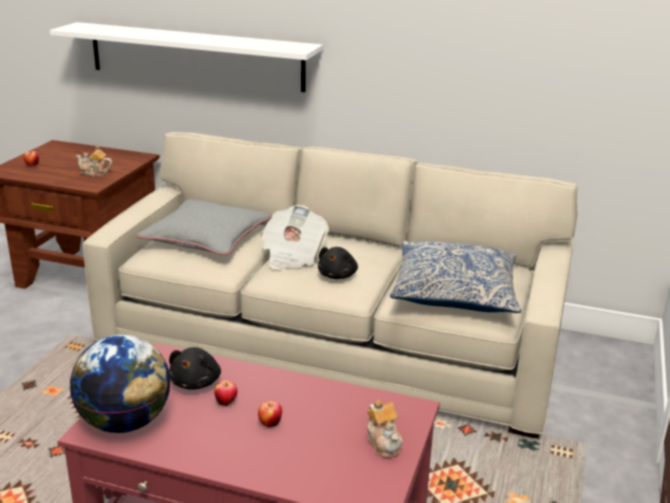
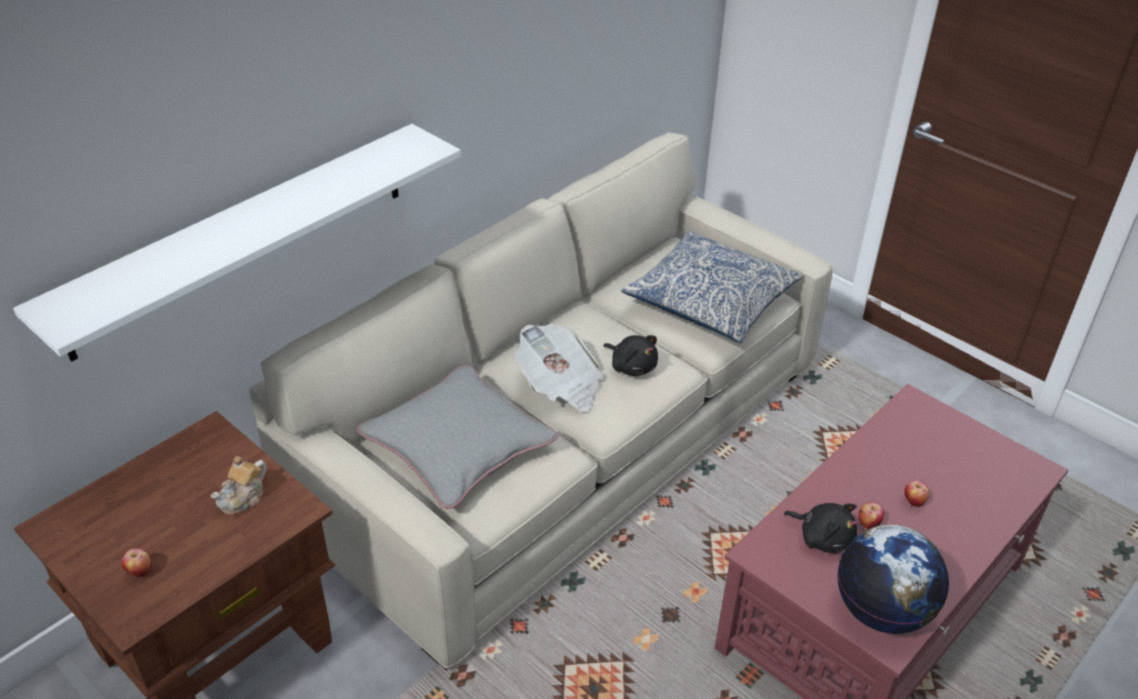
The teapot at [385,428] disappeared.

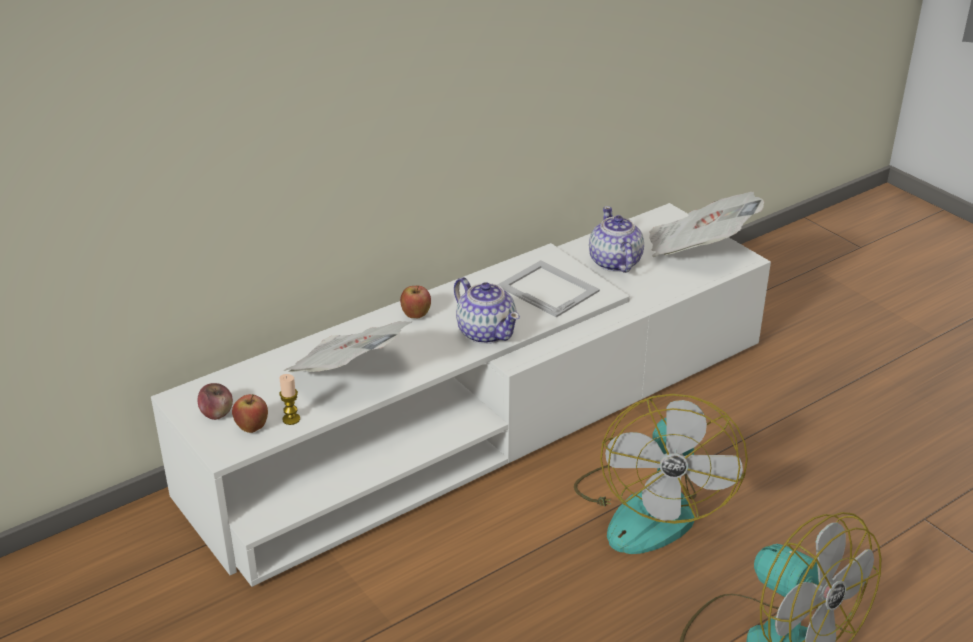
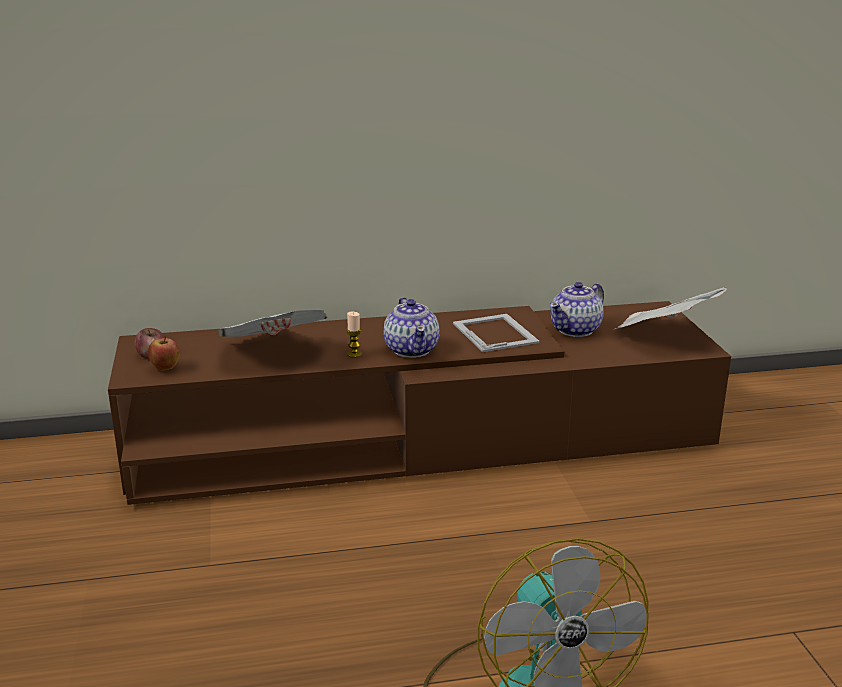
The whitish tv stand at [461,395] became the brownish tv stand at [419,403].
The teapot at [616,239] turned 150 degrees counterclockwise.
The apple fruit at [415,302] disappeared.
The candle moved from [289,399] to [354,335].
The electric fan at [661,474] disappeared.

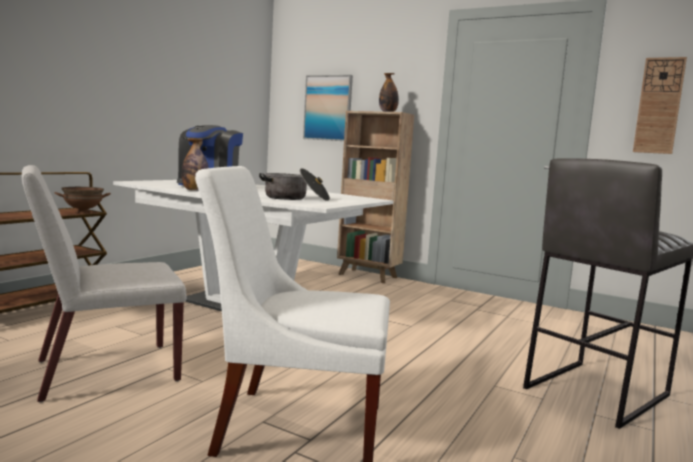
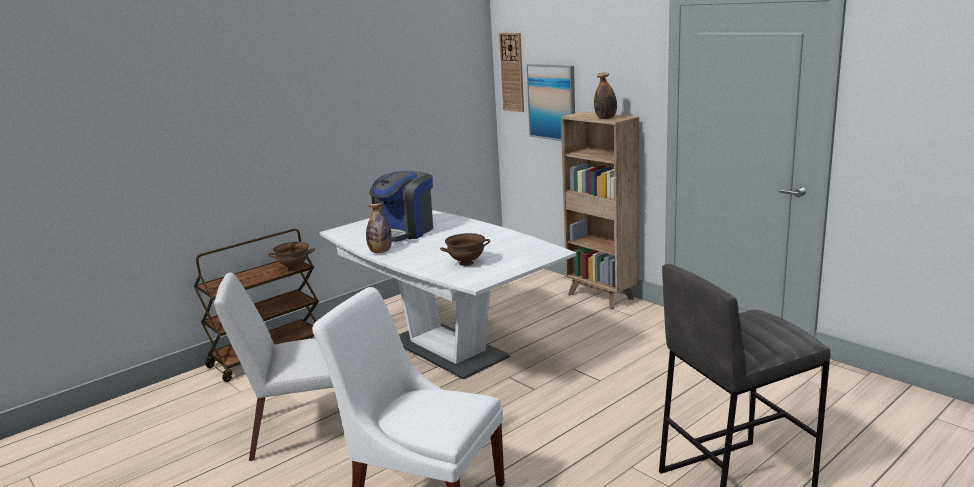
The clock on the wall moved from [660,105] to [511,72].
The stockpot at [294,184] was replaced by the brownish deep dish at [465,249].

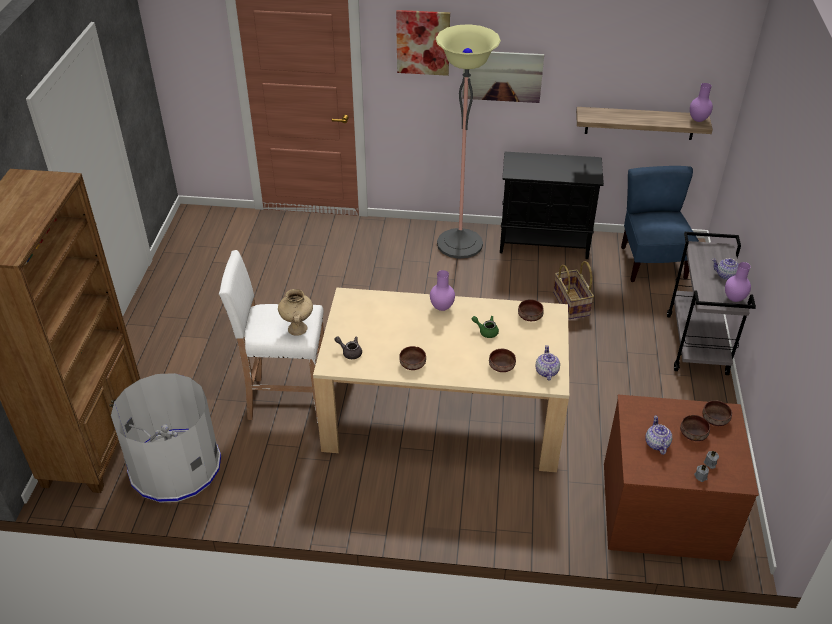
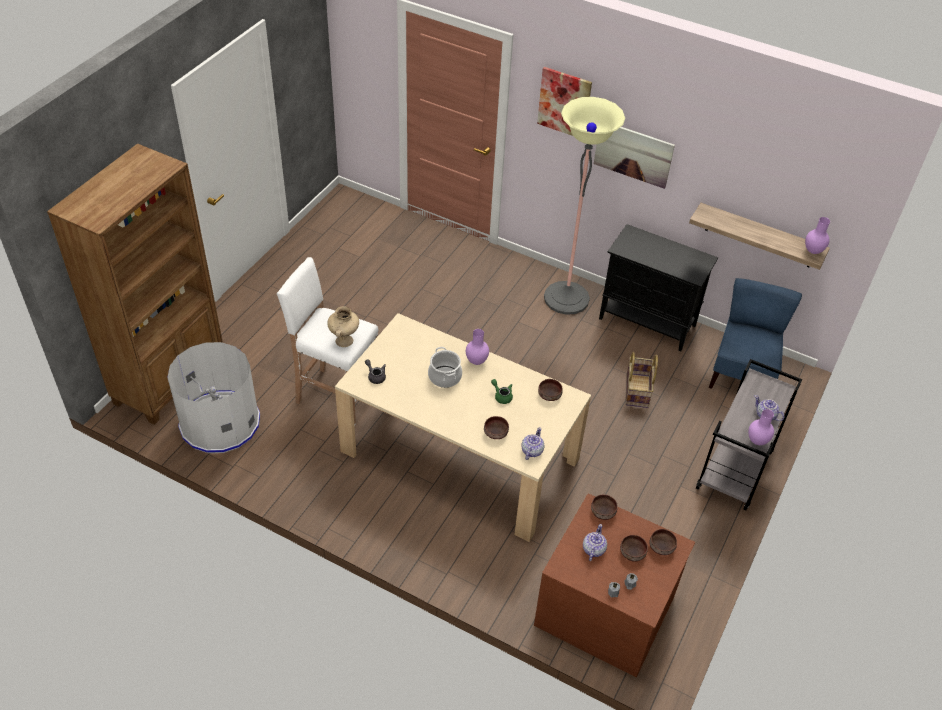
The brownish deep dish moved from [412,358] to [604,507].
The stockpot at [445,367] appeared.

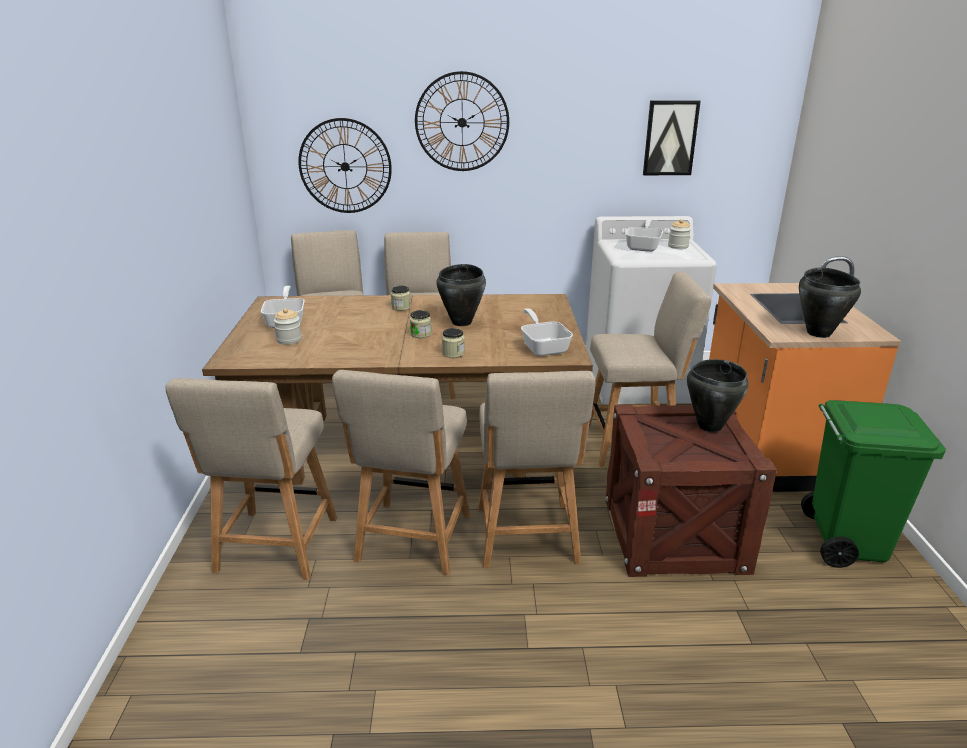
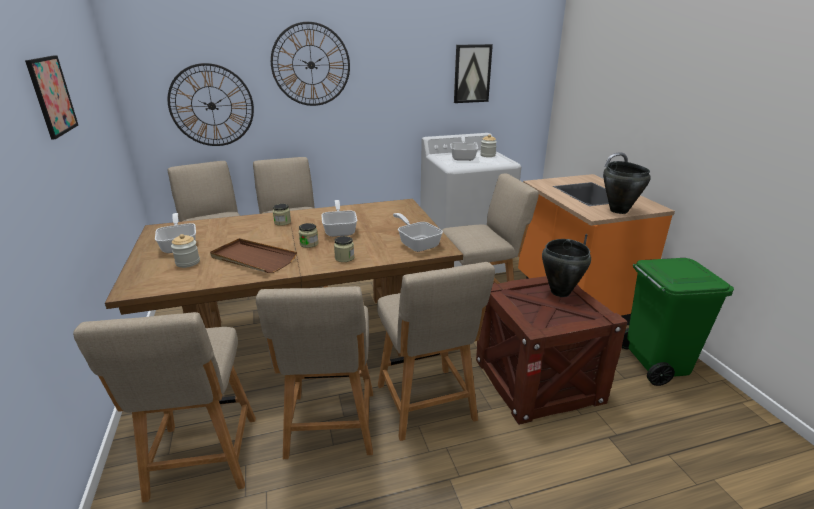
The blackish stockpot at [461,295] was replaced by the skillet at [339,218].
The wall art at [51,97] appeared.
The brownish carrying tray at [253,255] appeared.

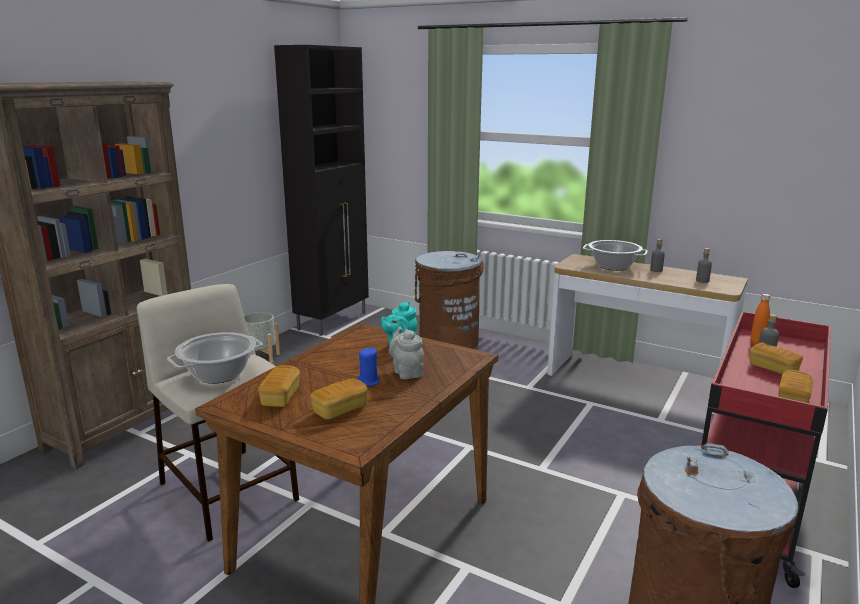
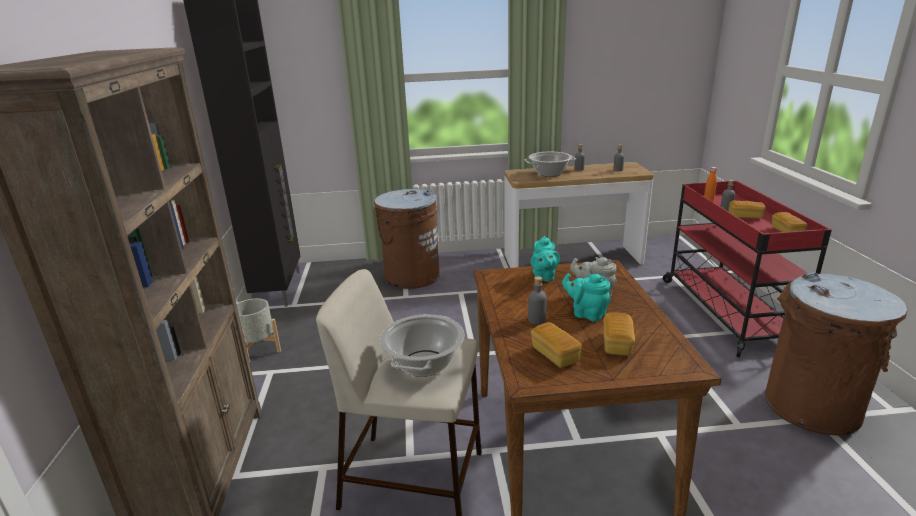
The blue candle at [368,366] was replaced by the turquoise-coloured teapot at [586,298].
The grey drink bottle at [537,300] appeared.

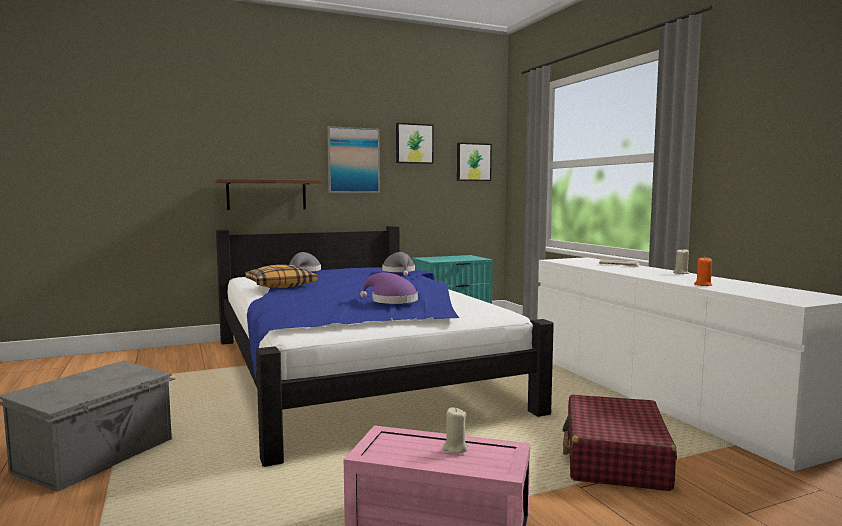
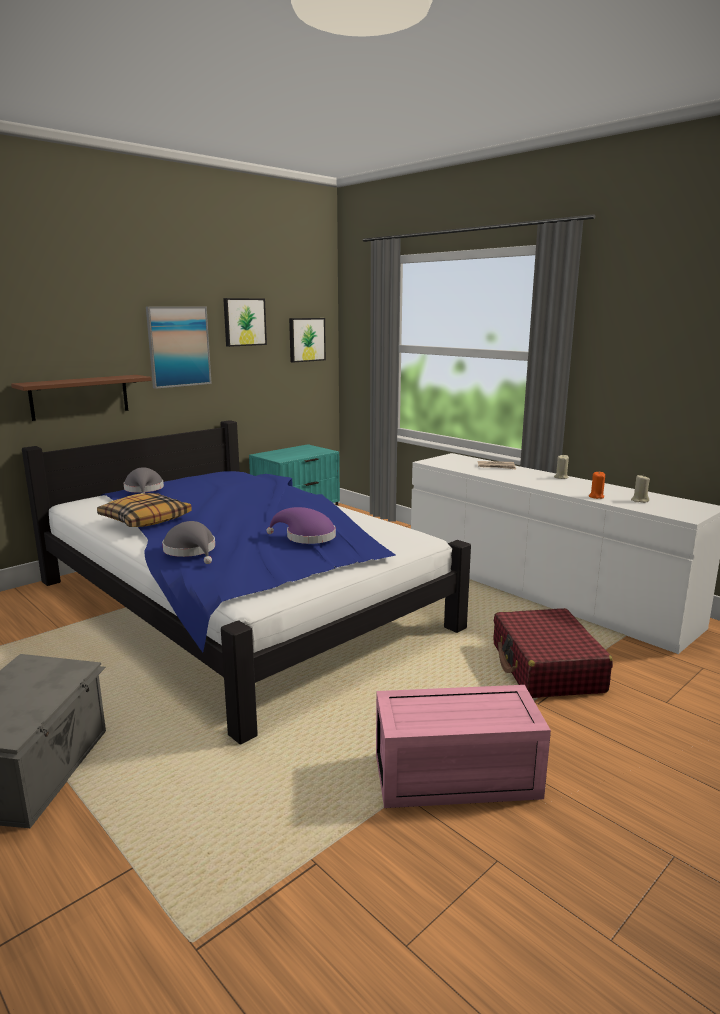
The grey wearable hat moved from [398,264] to [188,542].
The beige candle moved from [455,430] to [640,489].

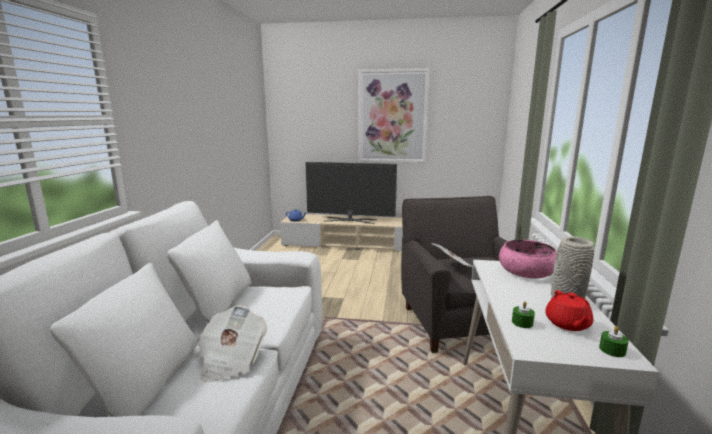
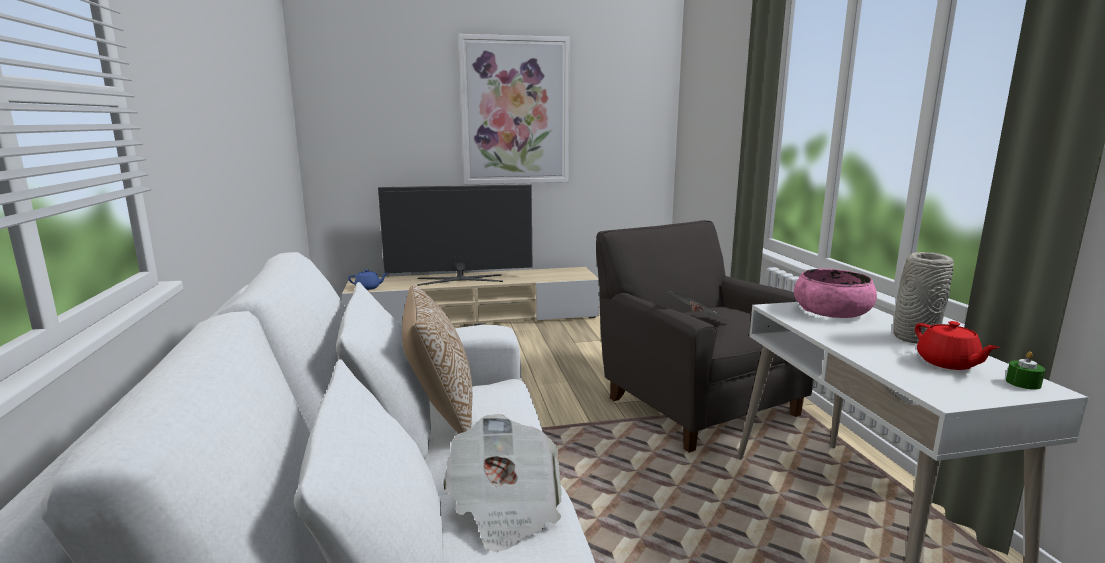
The green-coloured candle at [523,314] disappeared.
The pillow at [437,360] appeared.

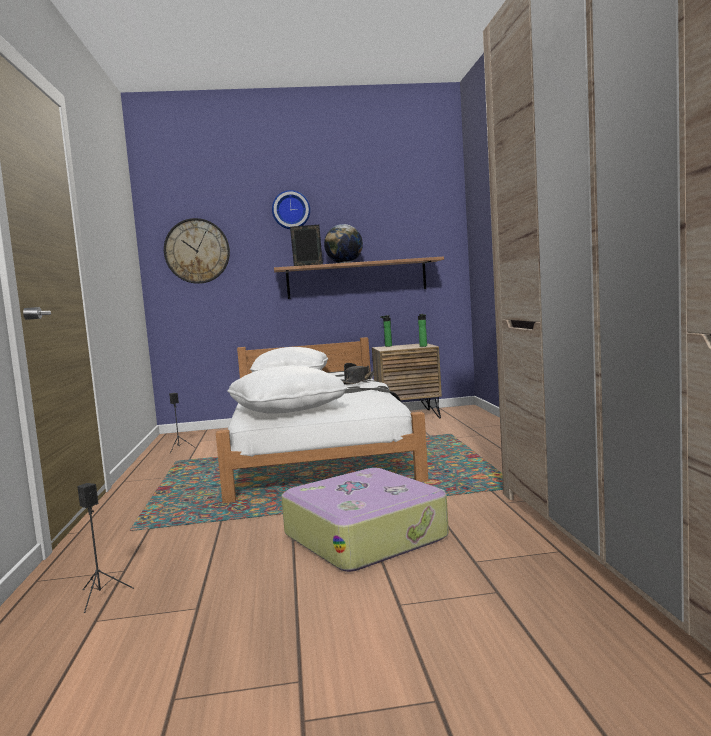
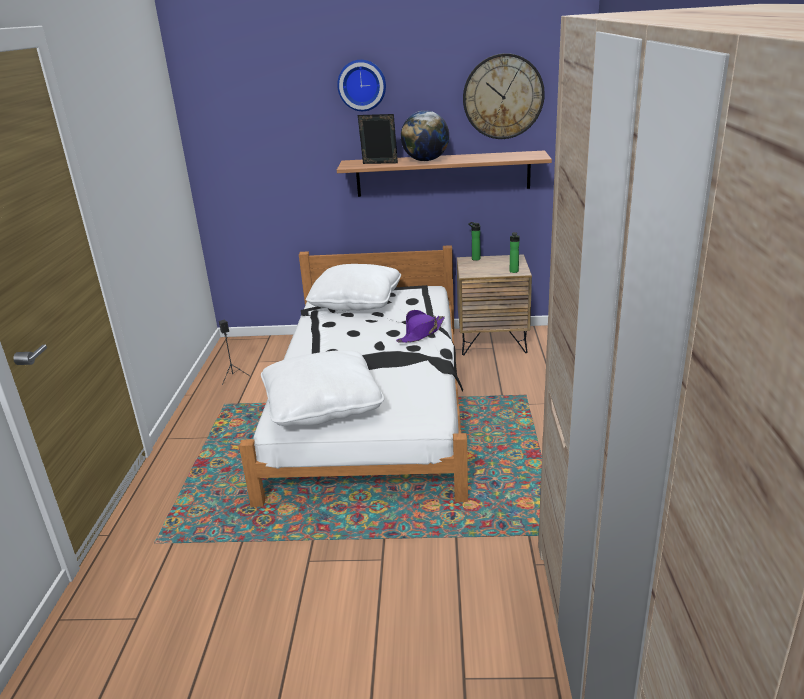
The clock on the wall moved from [197,251] to [504,96].
The blackish wearable hat at [358,374] became the purple-coloured wearable hat at [420,326].
The travel case at [365,520] disappeared.
The blackish audio speaker at [105,548] disappeared.

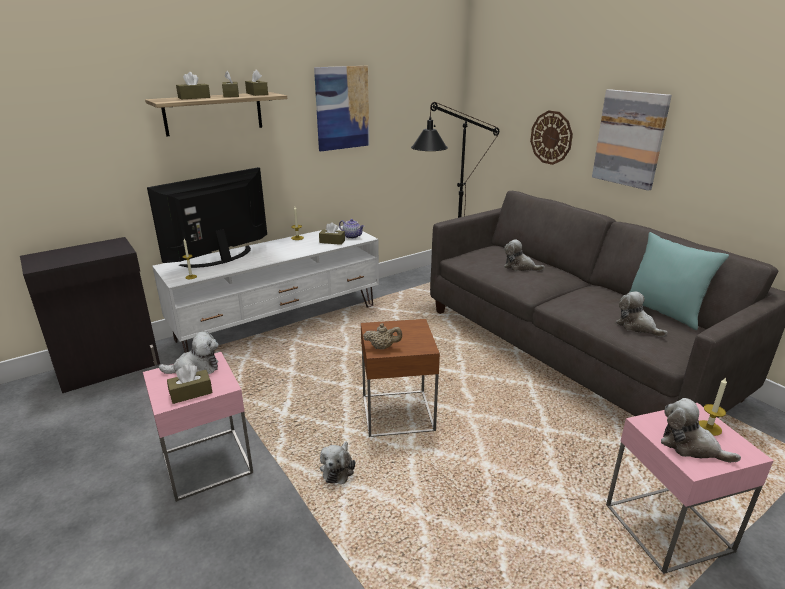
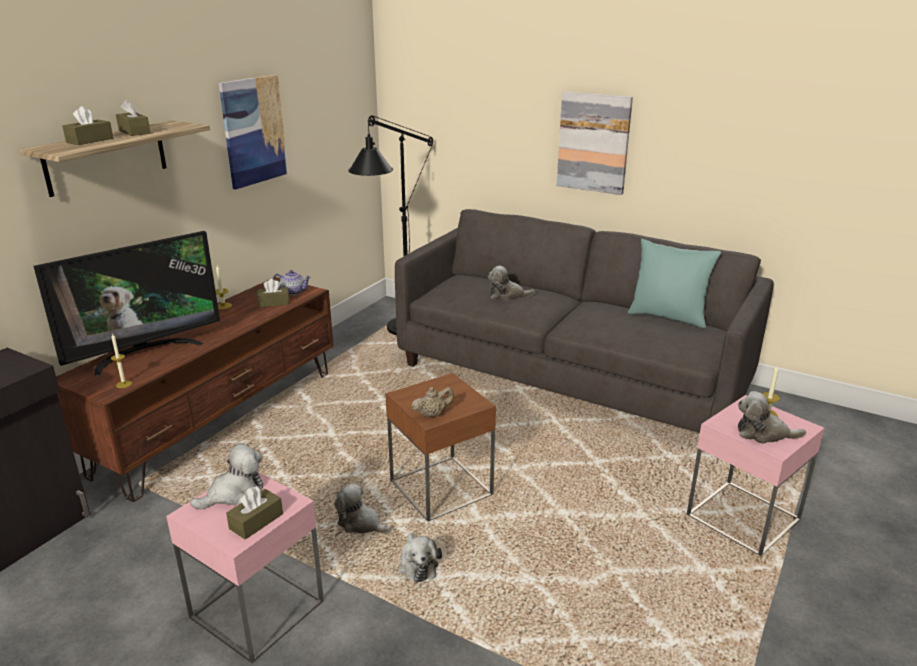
The brownish tissue box at [256,83] disappeared.
The clock on the wall at [551,137] disappeared.
The TV at [207,217] turned 150 degrees counterclockwise.
The whitish tv stand at [265,289] became the brownish tv stand at [194,389].
The soft toy moved from [642,314] to [362,509].

